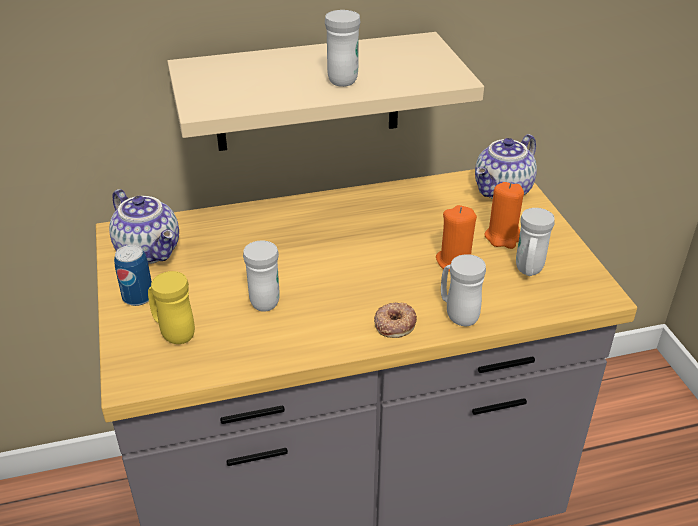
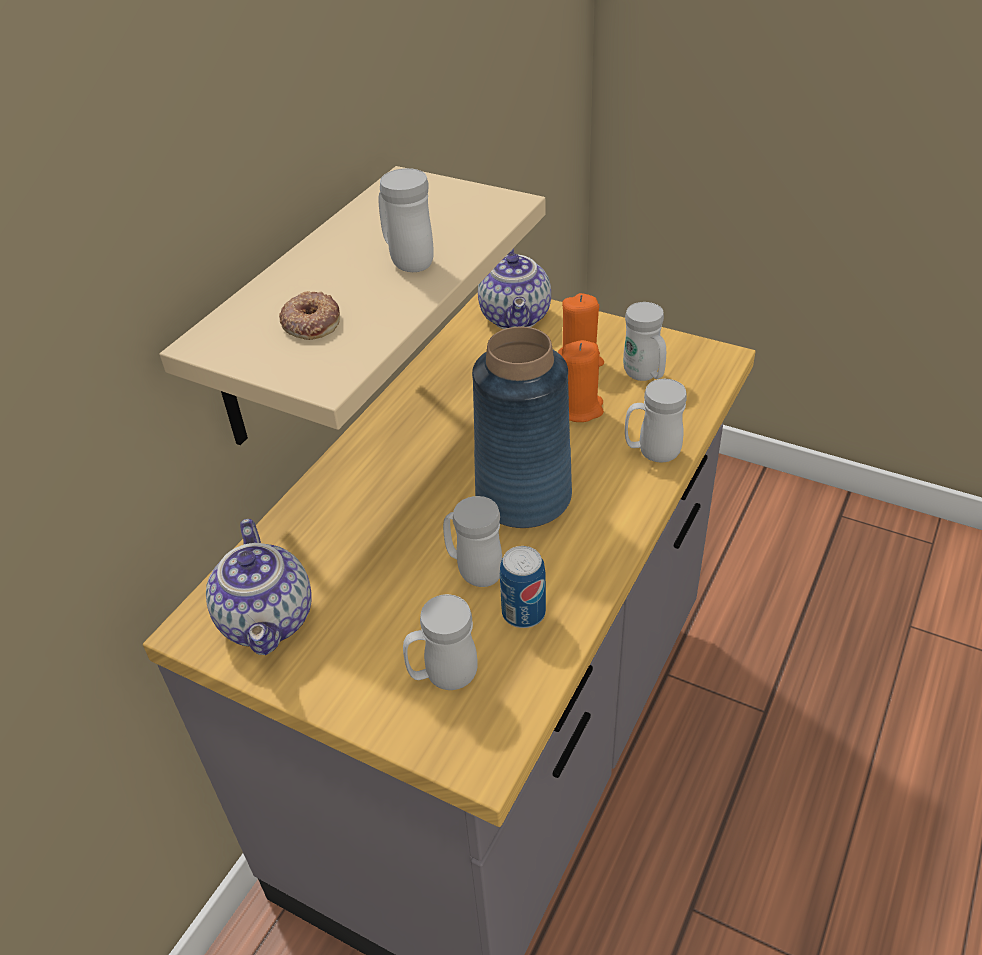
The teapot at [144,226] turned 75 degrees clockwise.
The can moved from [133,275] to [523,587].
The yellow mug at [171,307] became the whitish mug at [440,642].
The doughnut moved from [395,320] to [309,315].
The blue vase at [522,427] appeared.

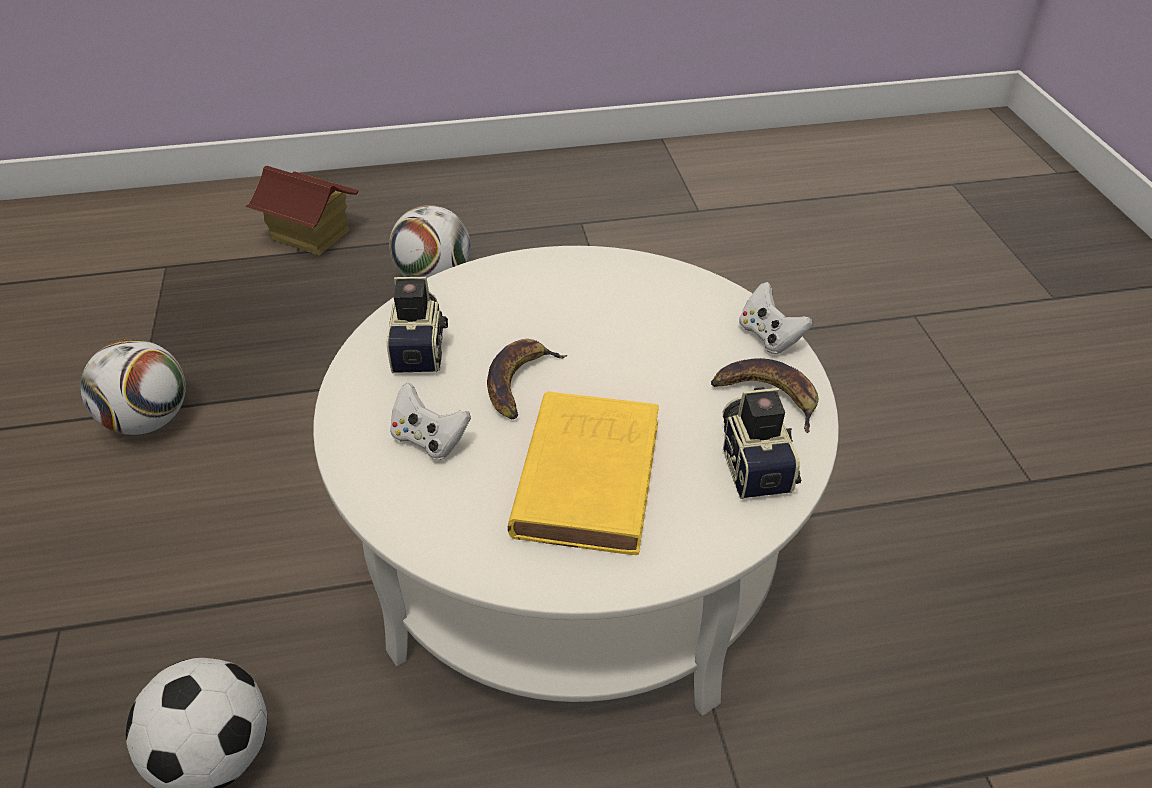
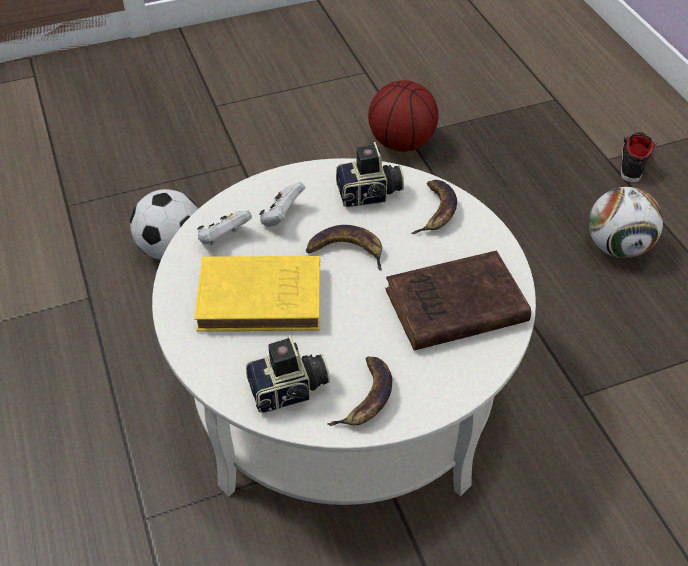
The toy house at [302,210] was replaced by the blackish item of footwear at [639,157].
The whitish game controller moved from [776,318] to [224,227].
The ball for football at [133,387] was replaced by the basketball at [403,116].
The whole banana at [434,207] appeared.
The brownish bound book at [458,301] appeared.

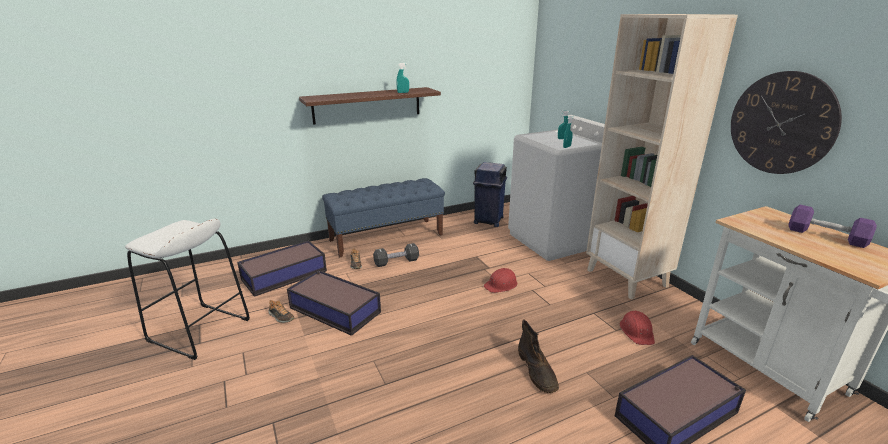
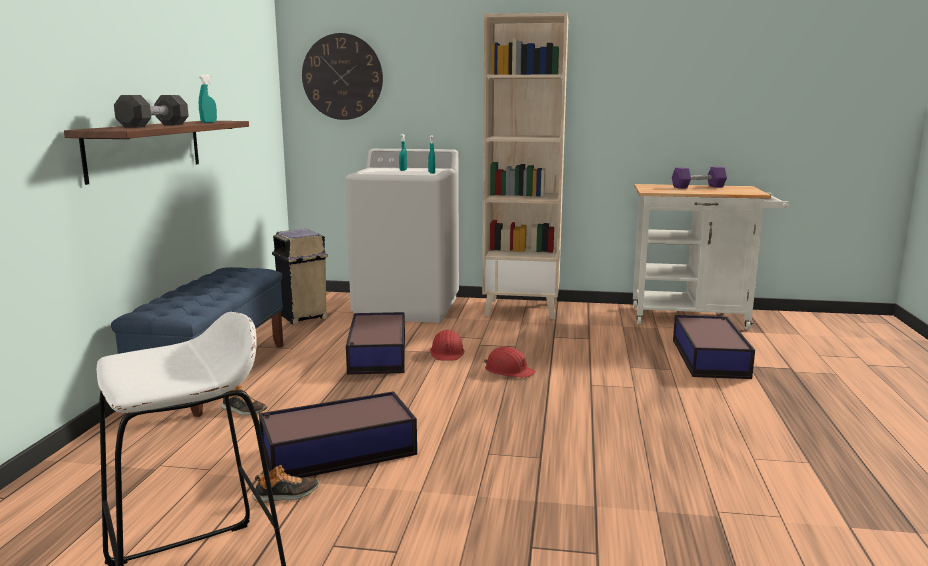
The clock on the wall moved from [786,122] to [342,76].
The blue waste bin at [490,194] became the beige waste bin at [300,277].
The storage bin moved from [282,268] to [375,343].
The blackish dumbbell moved from [396,255] to [151,111].
The red work helmet moved from [637,328] to [509,362].
The brownish high-top boot at [538,356] disappeared.

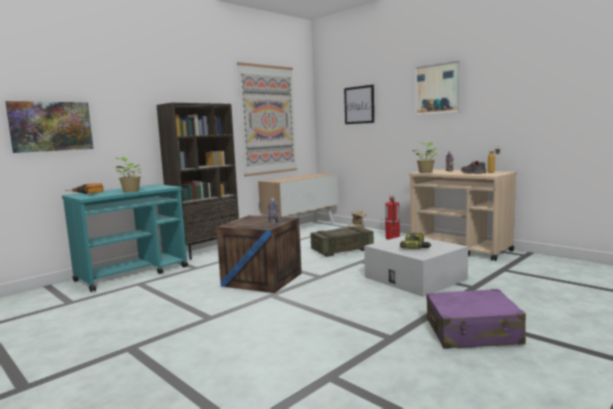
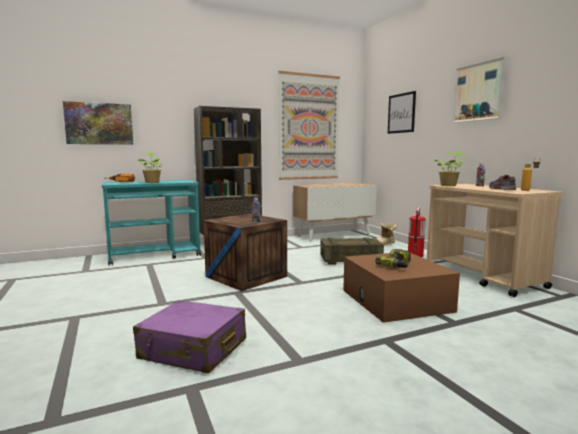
The whitish storage bin at [416,266] became the brownish storage bin at [401,288].
The purple-coloured travel case moved from [476,319] to [189,337].

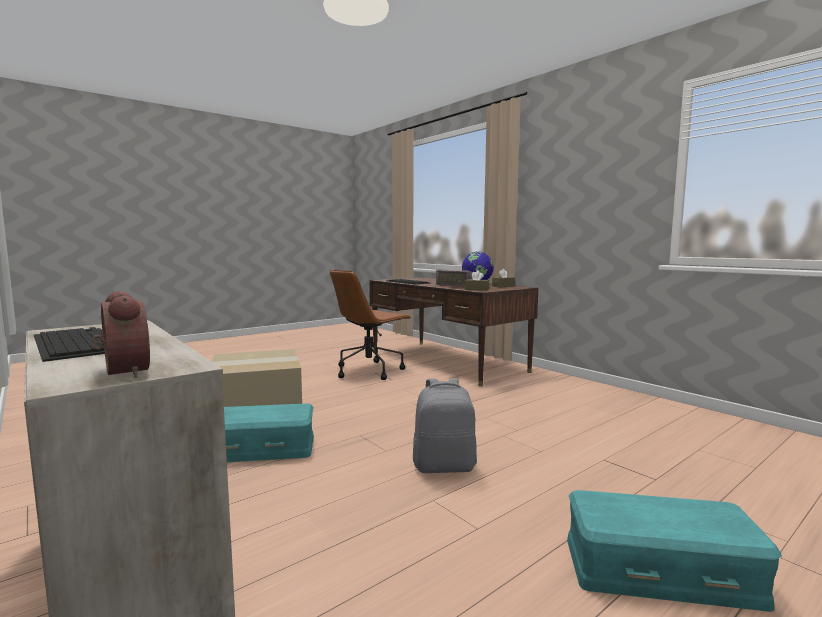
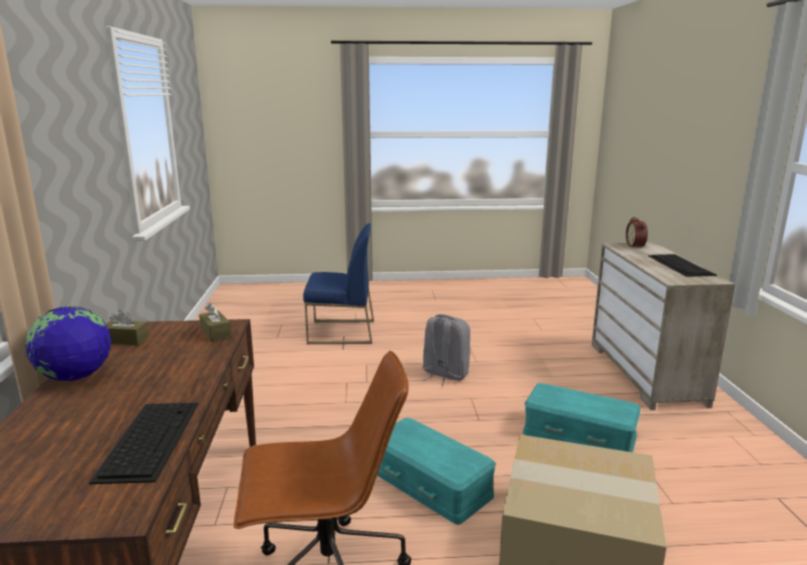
The radio receiver at [454,278] disappeared.
The turquoise-coloured storage bin moved from [674,551] to [436,471].
The blue chair at [338,283] appeared.

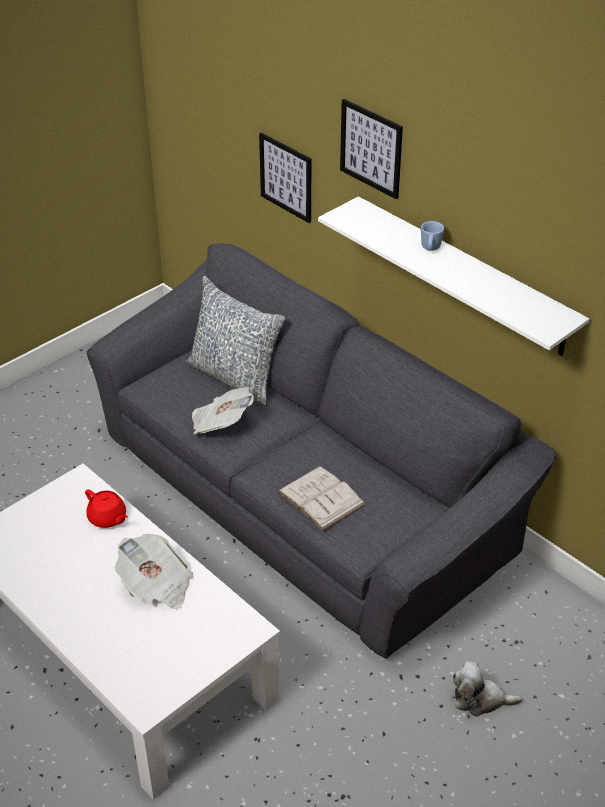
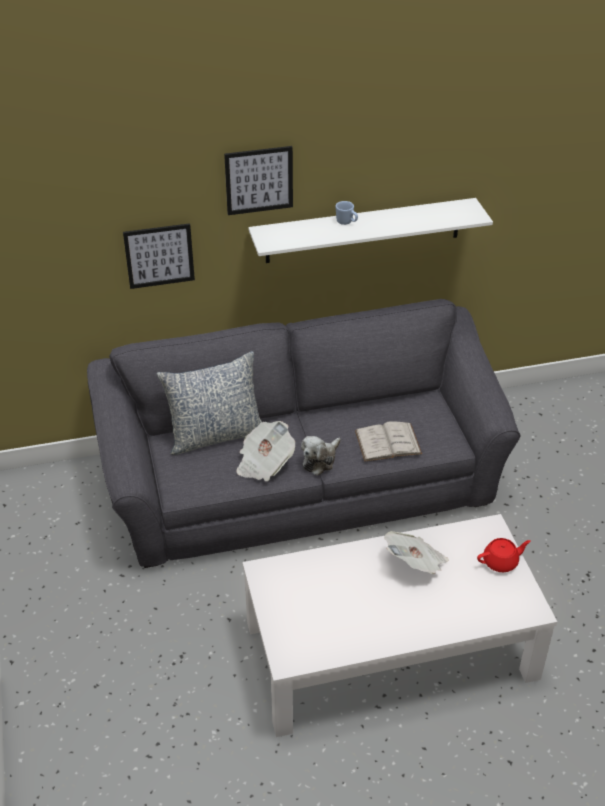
The red teapot moved from [106,508] to [504,555].
The soft toy moved from [487,689] to [321,456].

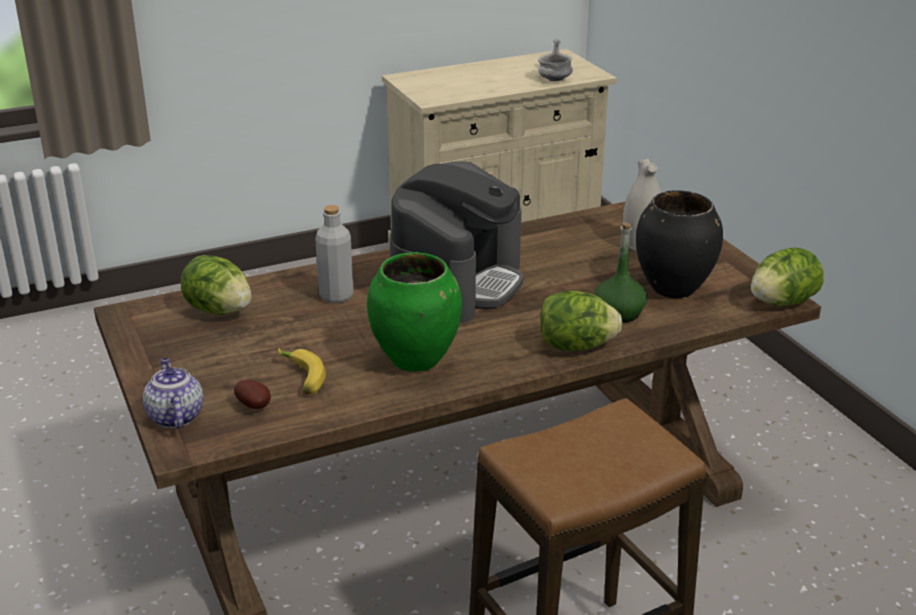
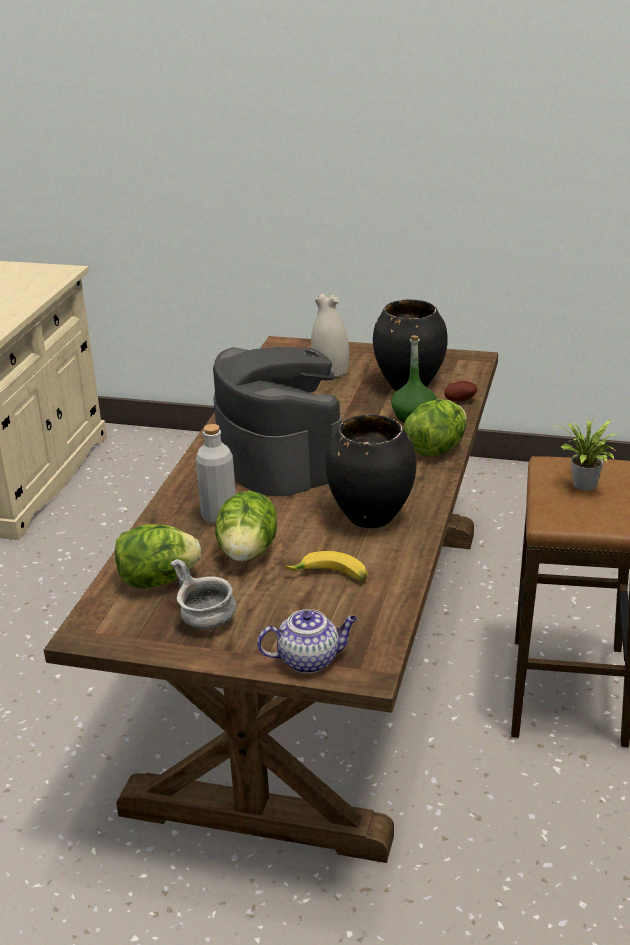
The grey deep dish moved from [555,60] to [203,594].
The lettuce moved from [787,277] to [246,526].
The green-coloured vase at [414,312] became the blackish vase at [371,471].
The teapot at [173,393] turned 150 degrees clockwise.
The spud moved from [252,394] to [460,390].
The potted plant at [584,455] appeared.

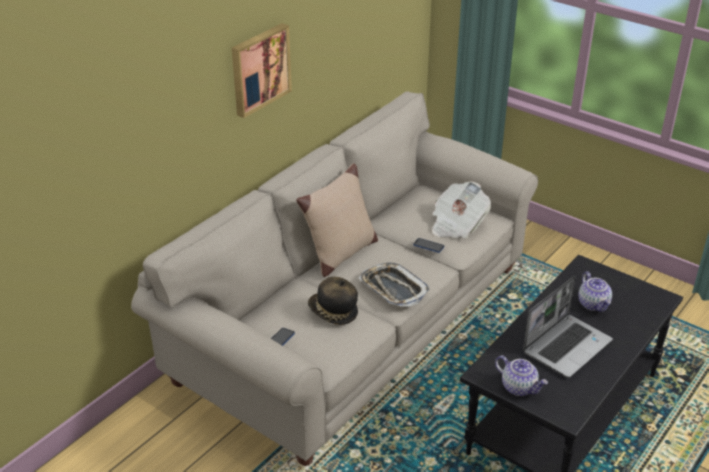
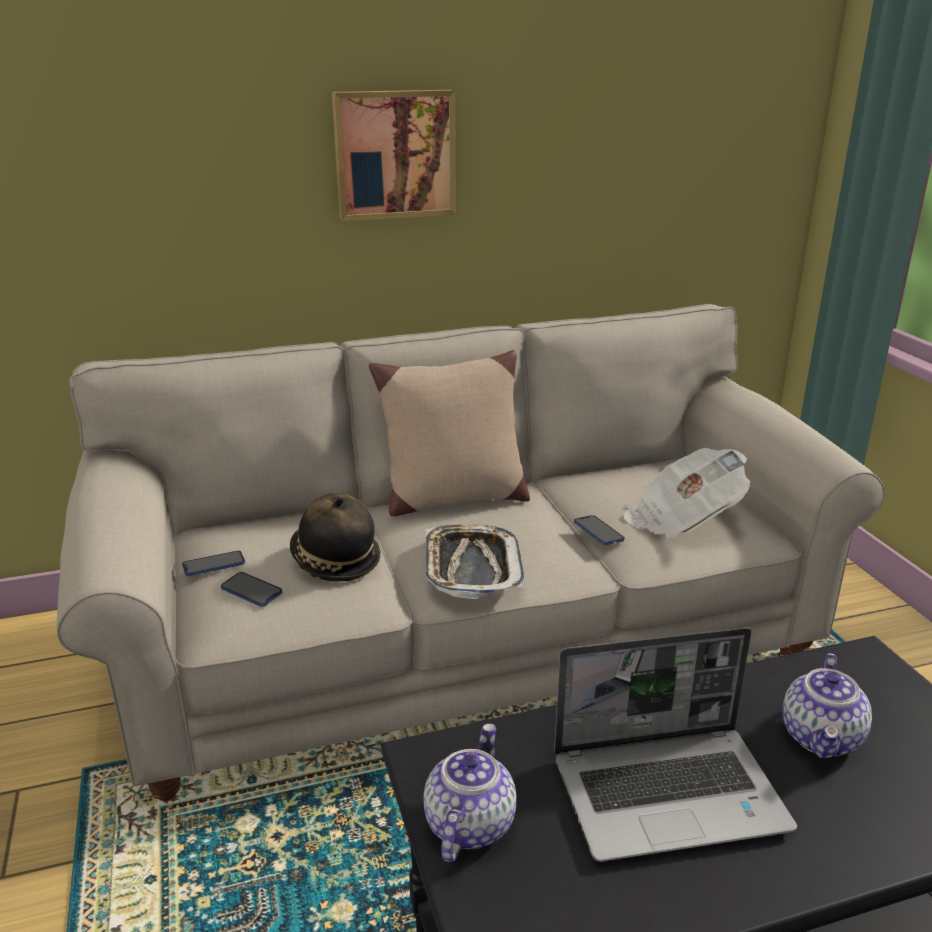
The teapot at [521,375] turned 150 degrees counterclockwise.
The telephone at [251,589] appeared.

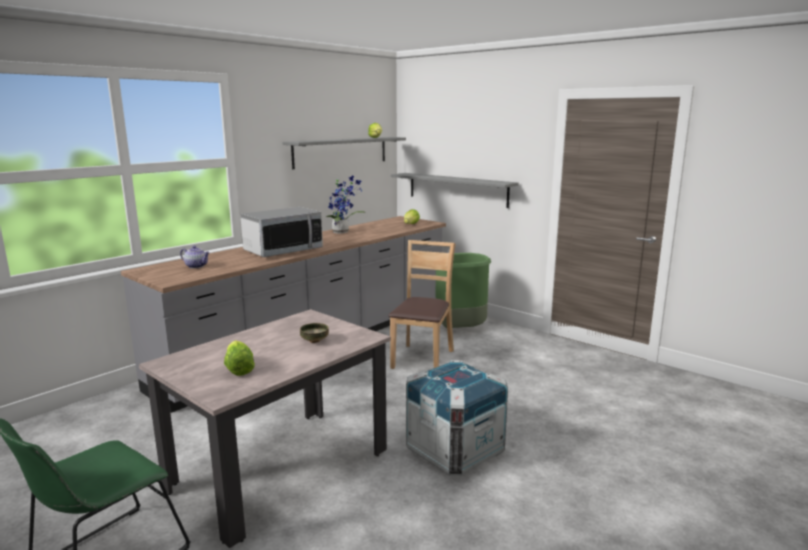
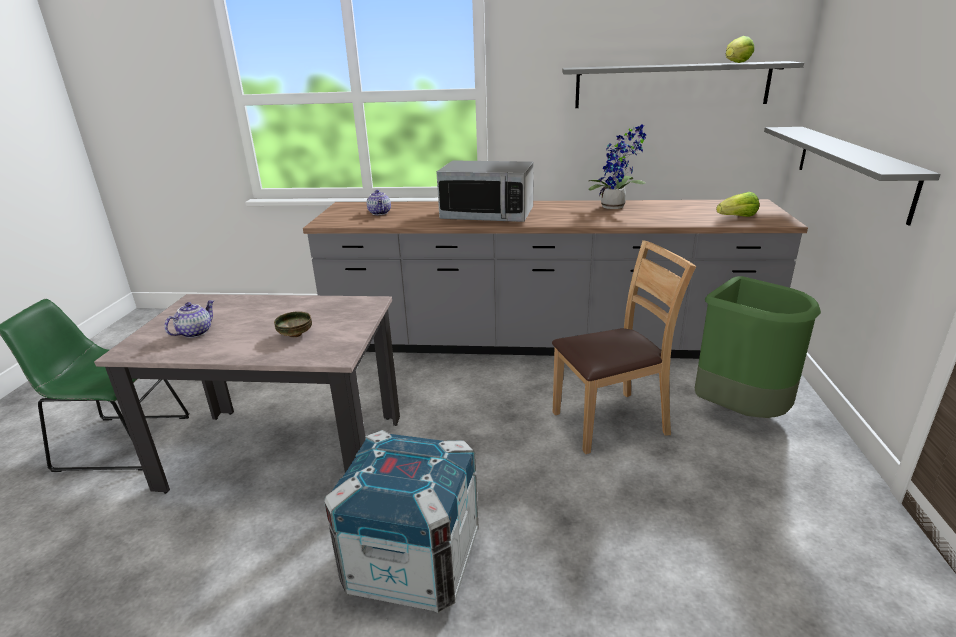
The lettuce at [239,358] was replaced by the teapot at [189,319].

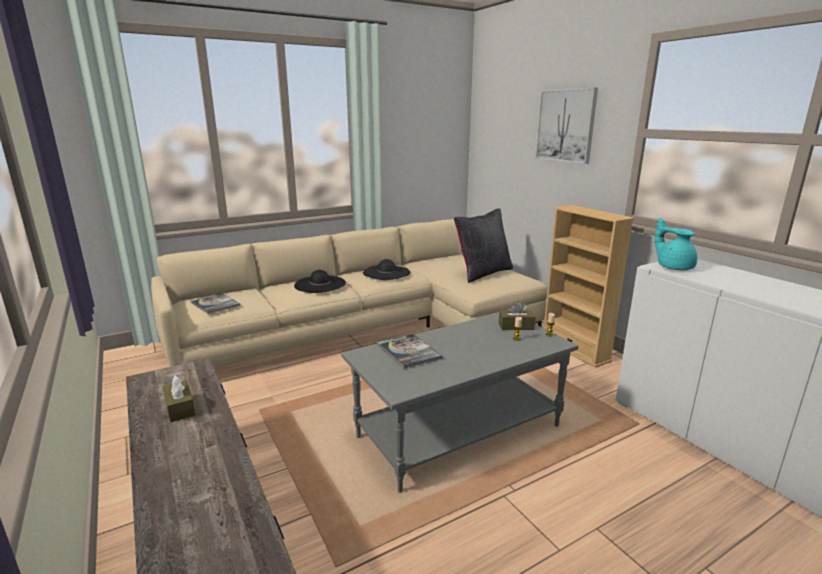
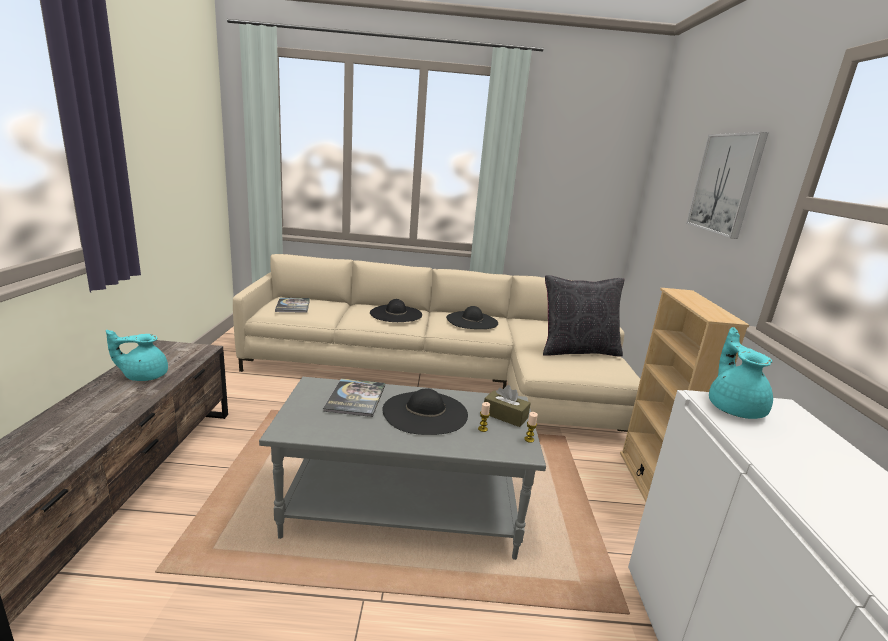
The brownish tissue box at [178,398] was replaced by the turquoise-coloured teapot at [137,355].
The blackish wearable hat at [425,411] appeared.

